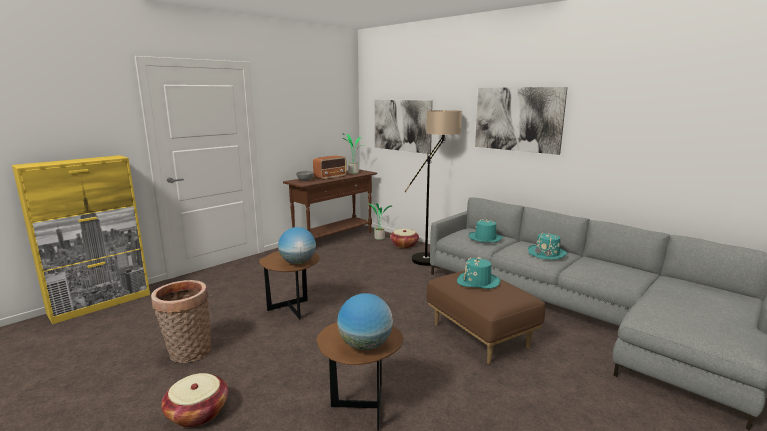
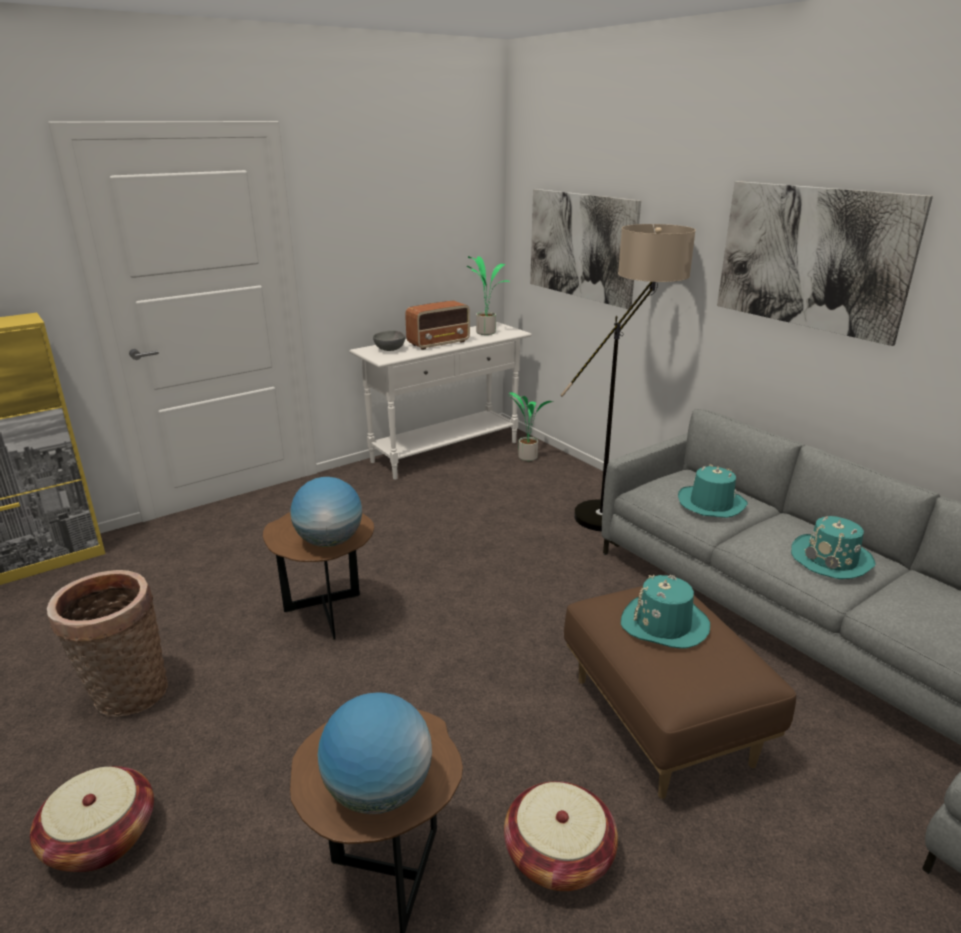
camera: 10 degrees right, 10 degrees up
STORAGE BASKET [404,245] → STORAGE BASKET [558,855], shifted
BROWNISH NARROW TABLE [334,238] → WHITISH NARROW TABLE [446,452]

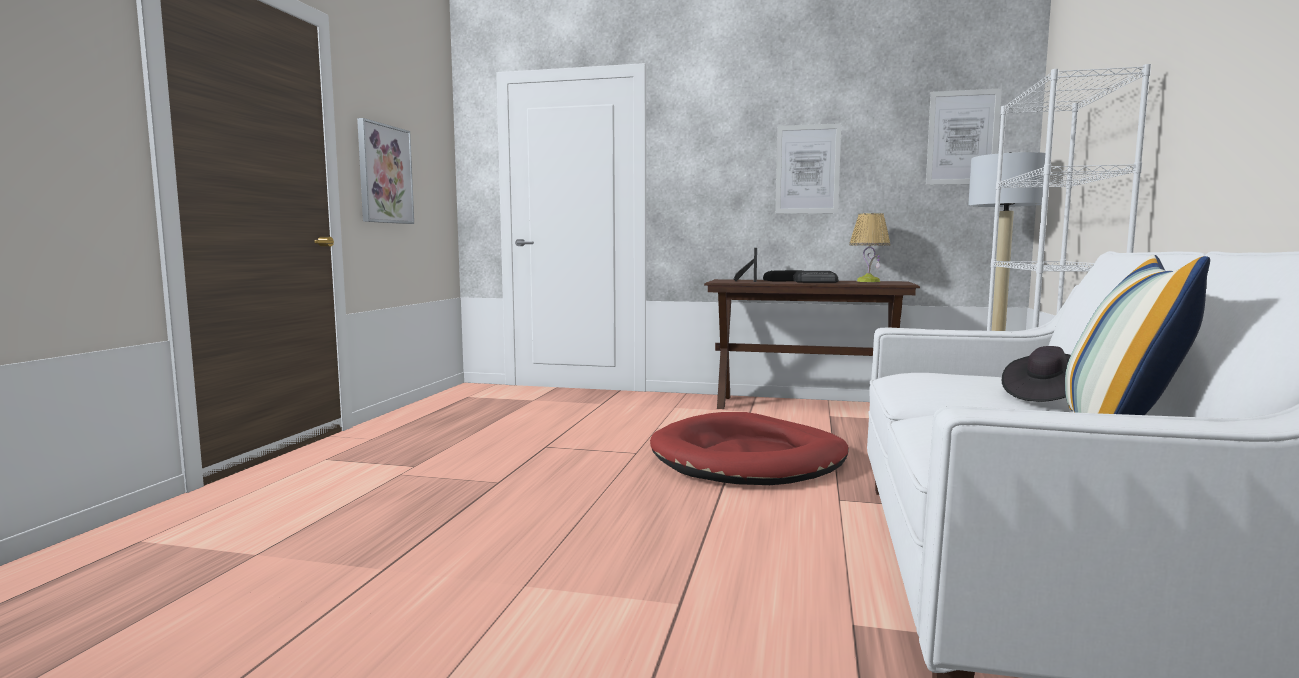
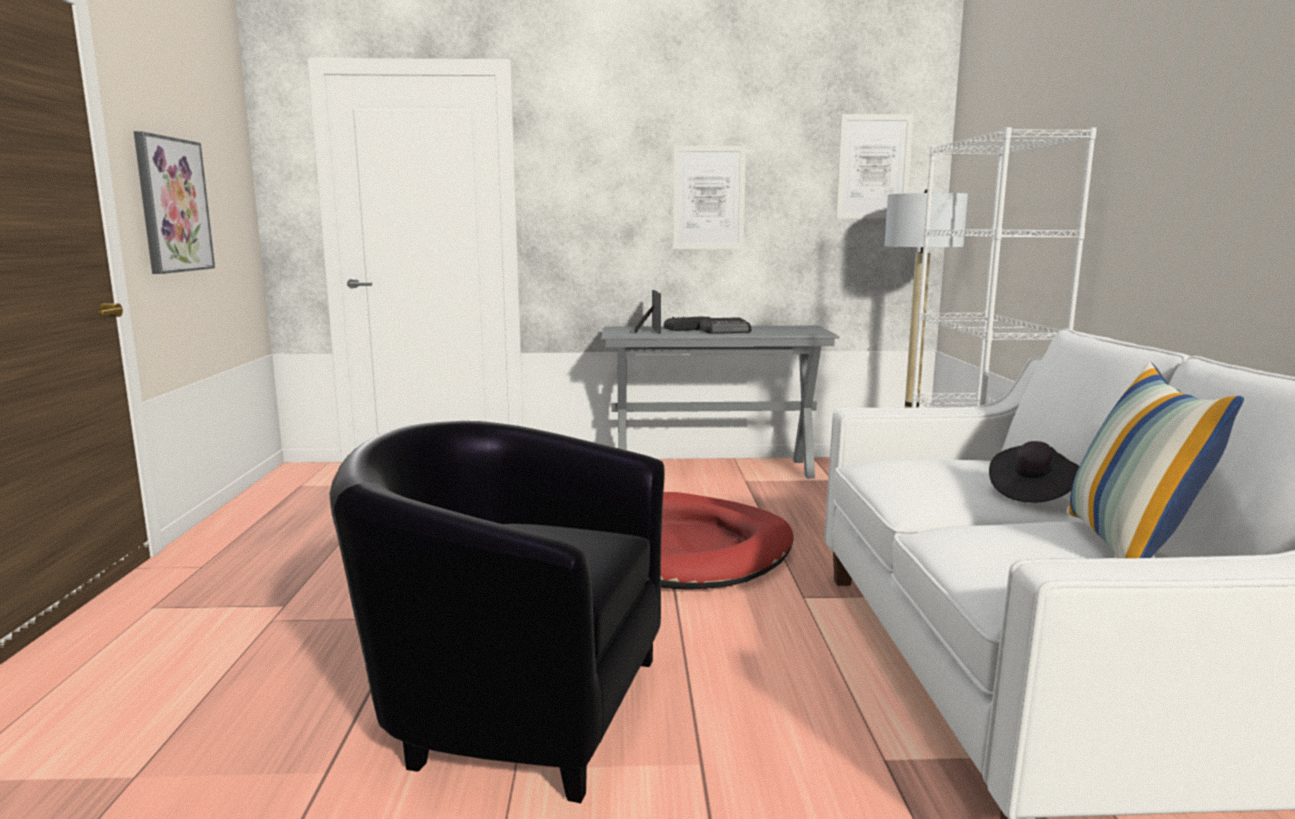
camera: 15 degrees left, 5 degrees up
TABLETOP LAMP [868,281] → -
- → BLACKISH EASY CHAIR [513,704]
BROWNISH NARROW TABLE [805,406] → GREYISH NARROW TABLE [714,470]

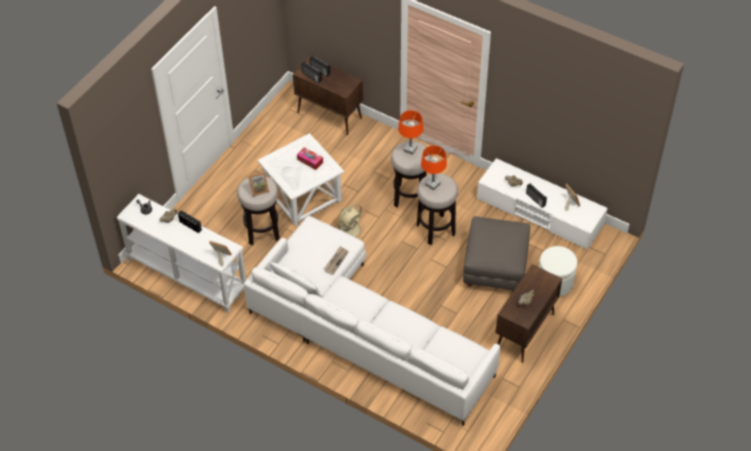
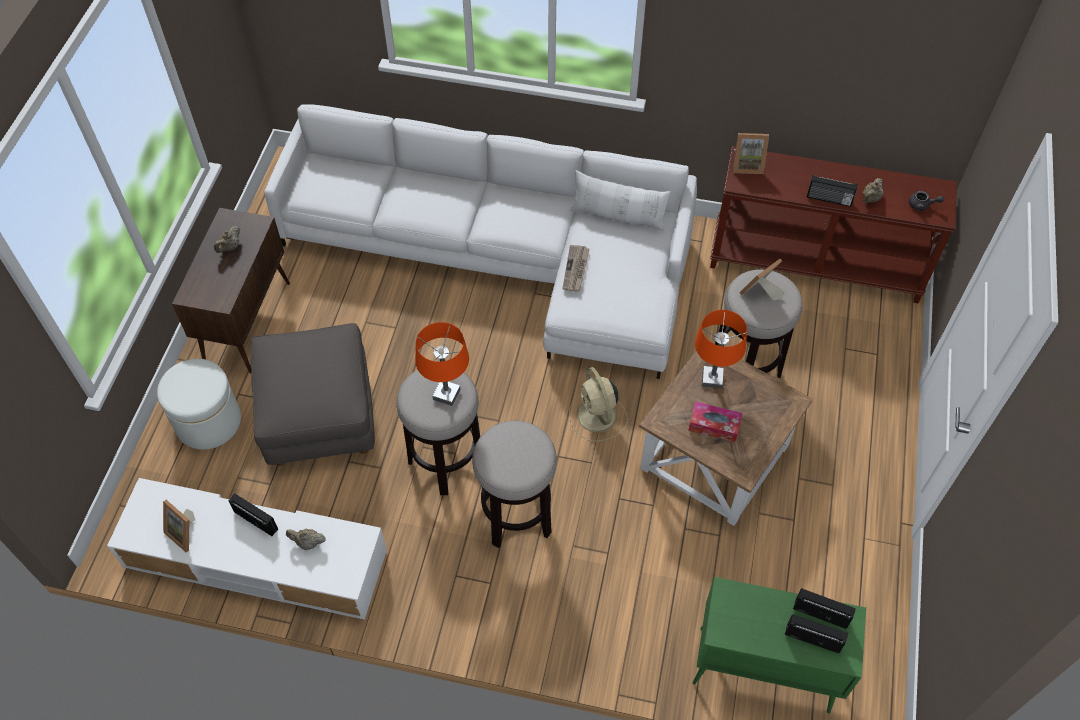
camera: 160 degrees right, 5 degrees up
ORANGE TABLETOP LAMP [410,149] → ORANGE TABLETOP LAMP [712,378], shifted
WHITISH NARROW TABLE [186,275] → BROWNISH NARROW TABLE [816,263]
WHITISH END TABLE [303,195] → BROWNISH END TABLE [715,459]
BROWNISH STORAGE CABINET [330,115] → GREENISH STORAGE CABINET [762,669]
BEIGE-COLOURED ELECTRIC FAN [350,229] → BEIGE-COLOURED ELECTRIC FAN [597,417], 45 degrees counterclockwise

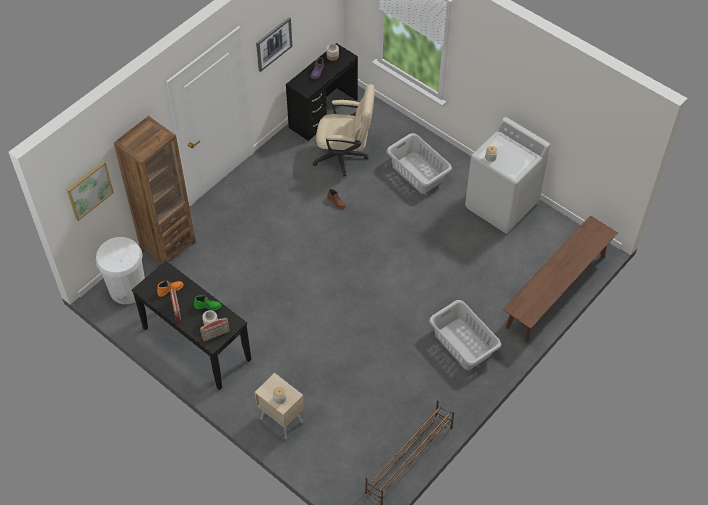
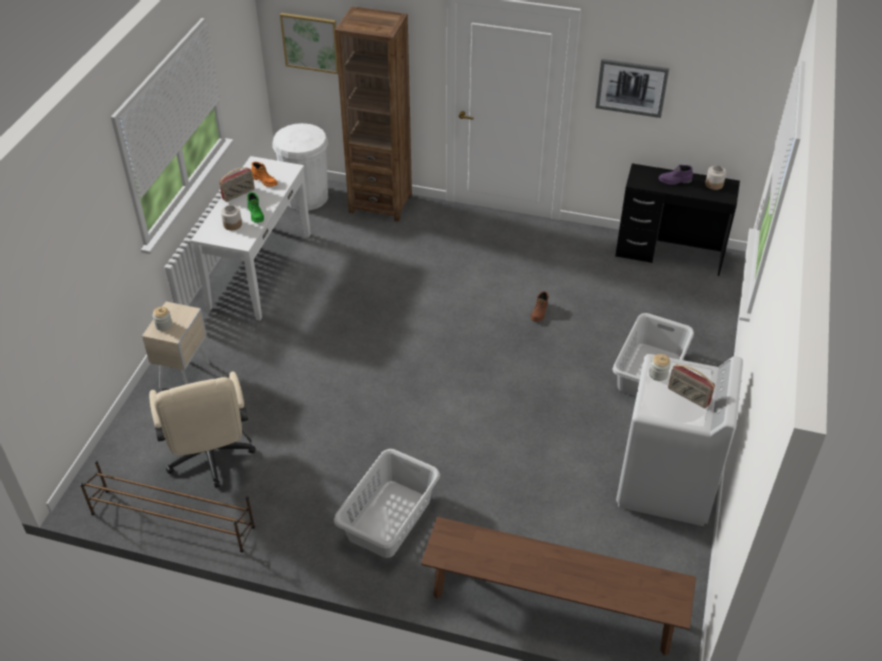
camera: 65 degrees right, 10 degrees down
RADIO RECEIVER [216,334] → RADIO RECEIVER [688,396], shifted
BEIGE-COLOURED OFFICE CHAIR [345,156] → BEIGE-COLOURED OFFICE CHAIR [210,459], shifted
BLACKISH NARROW TABLE [196,344] → WHITISH NARROW TABLE [260,270]

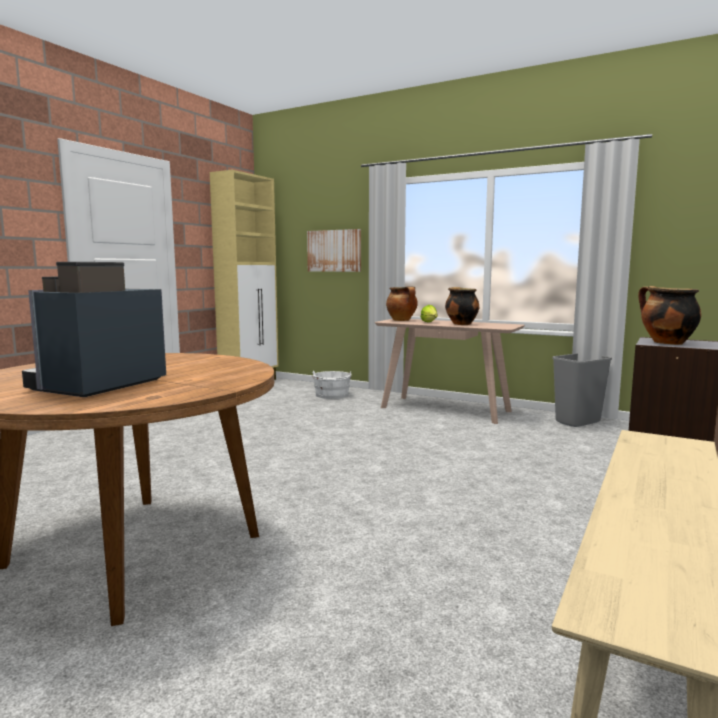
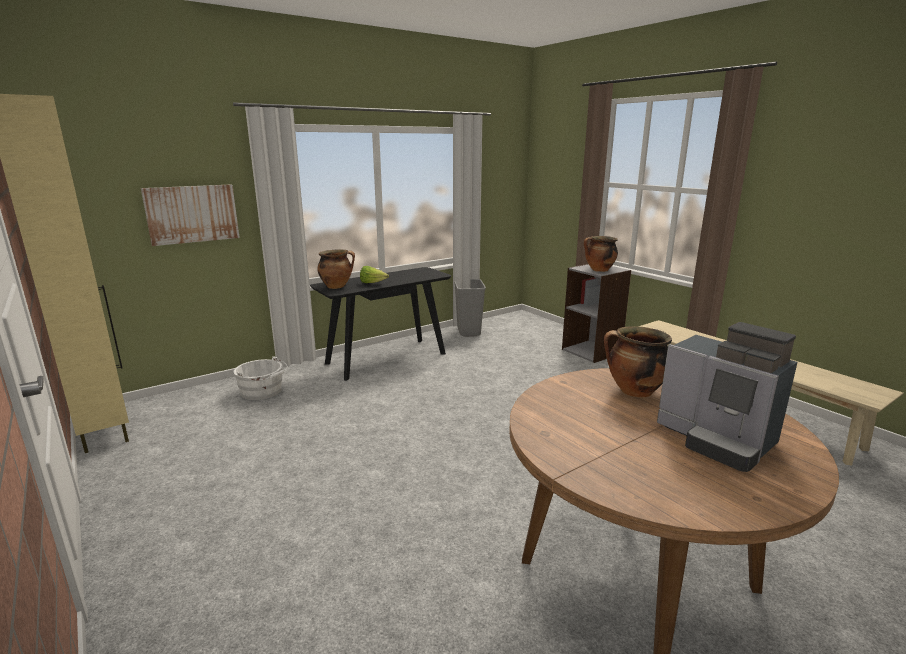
camera: 65 degrees left, 10 degrees up
COOKING POT [460,324] → COOKING POT [633,392], shifted
BEIGE-COLOURED NARROW TABLE [445,409] → BLACKISH NARROW TABLE [386,358]

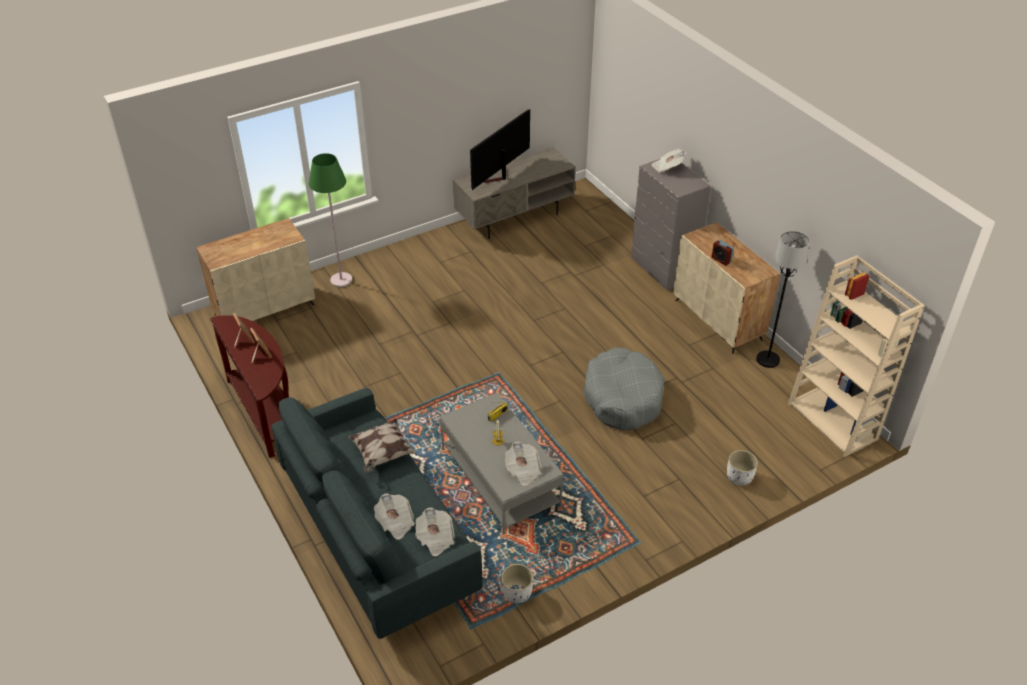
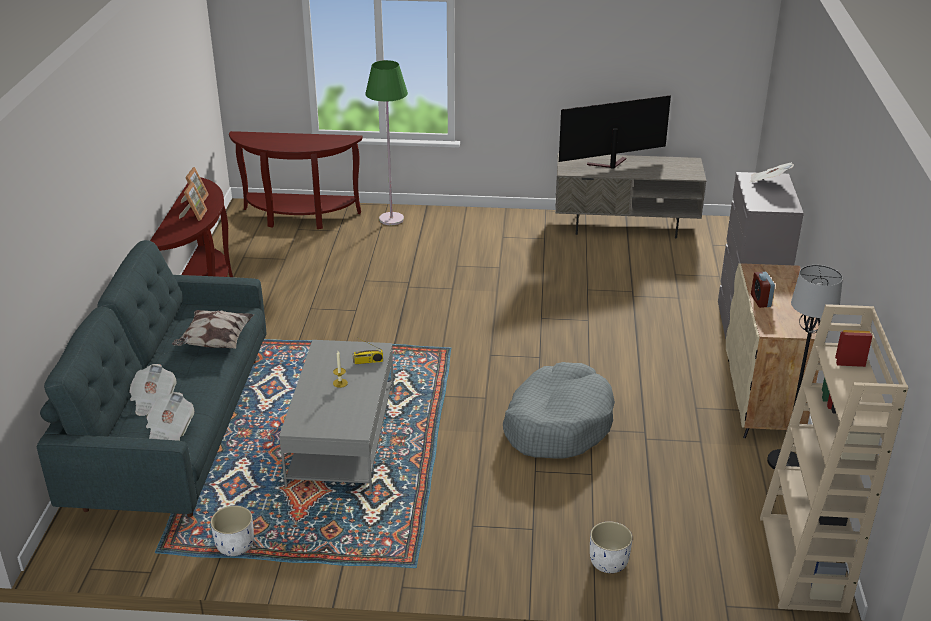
camera: 35 degrees right, 10 degrees down
PRINTED PAPER [523,470] → -
BEIGE-COLOURED STORAGE CABINET [265,309] → BROWNISH NARROW TABLE [299,217]

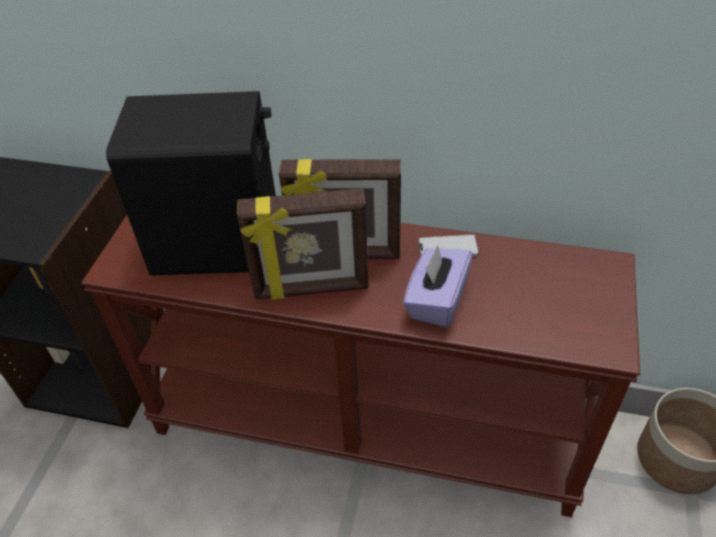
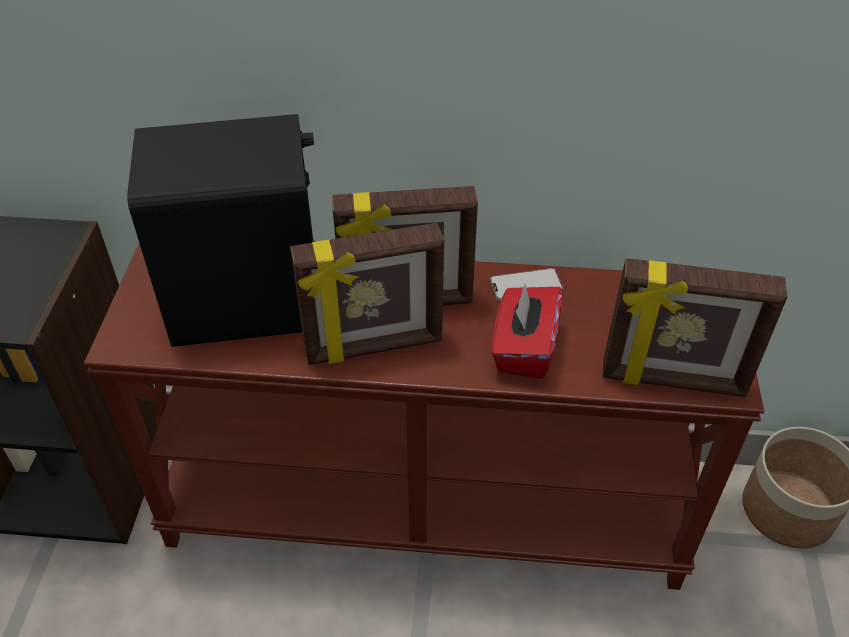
camera: 10 degrees left, 0 degrees up
- → PICTURE FRAME [672,381]
PURPLE-COLOURED TISSUE BOX [436,301] → REDDISH TISSUE BOX [524,349]

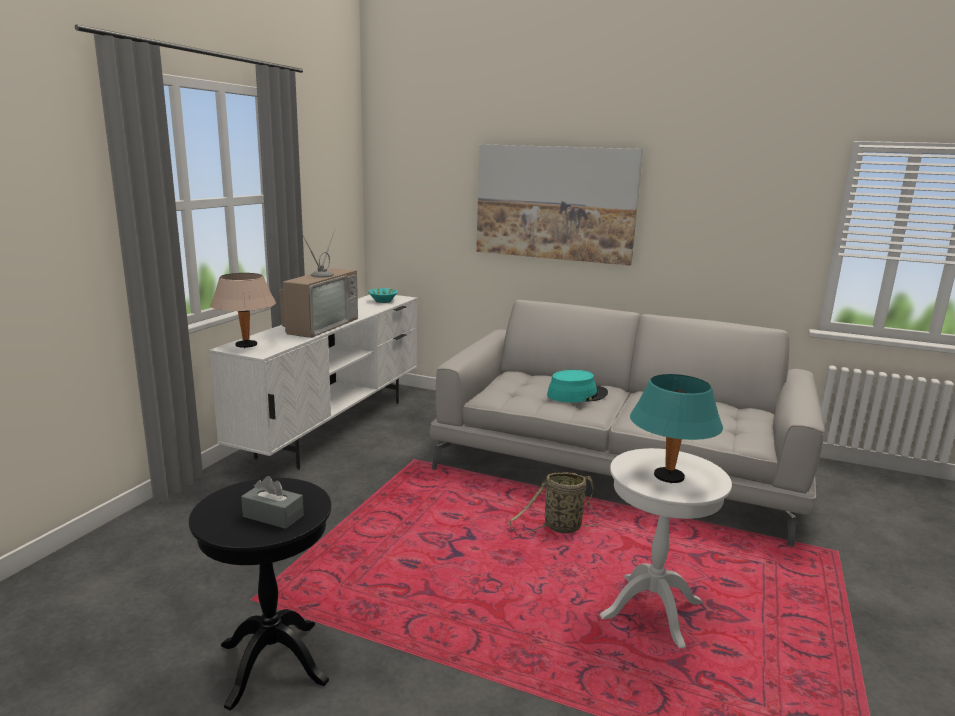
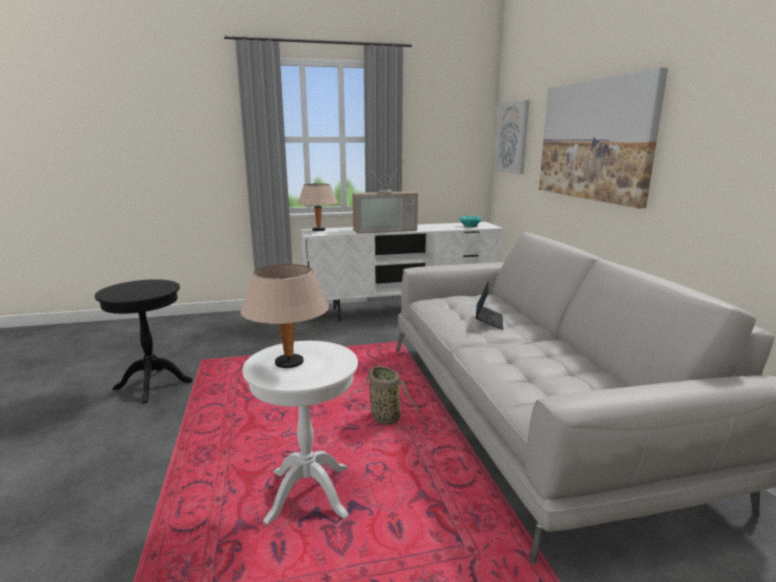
camera: 55 degrees right, 0 degrees up
GREYISH TISSUE BOX [273,516] → -
- → PICTURE [512,138]
TURQUOISE-COLOURED HAT [577,394] → PORTABLE COMPUTER [489,321]
TURQUOISE-COLOURED TABLETOP LAMP [668,477] → BEIGE-COLOURED TABLETOP LAMP [288,363]

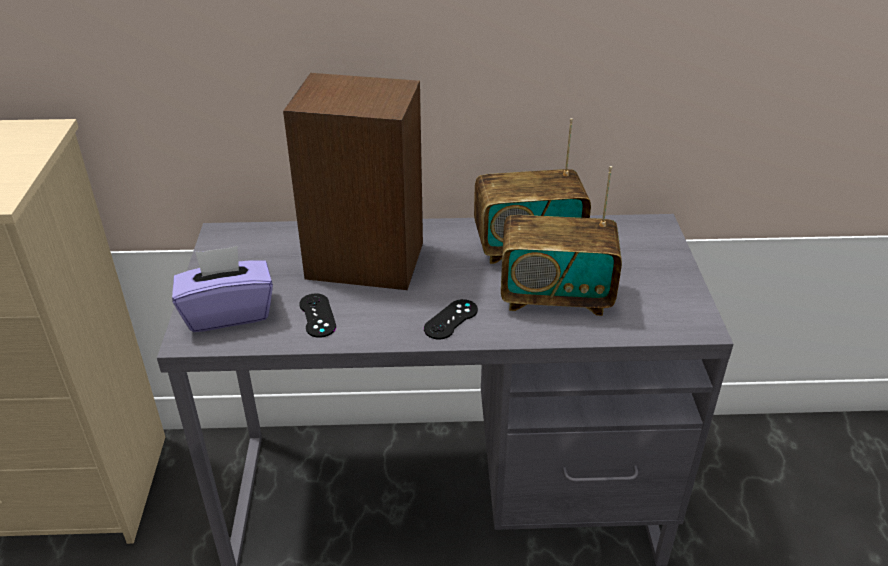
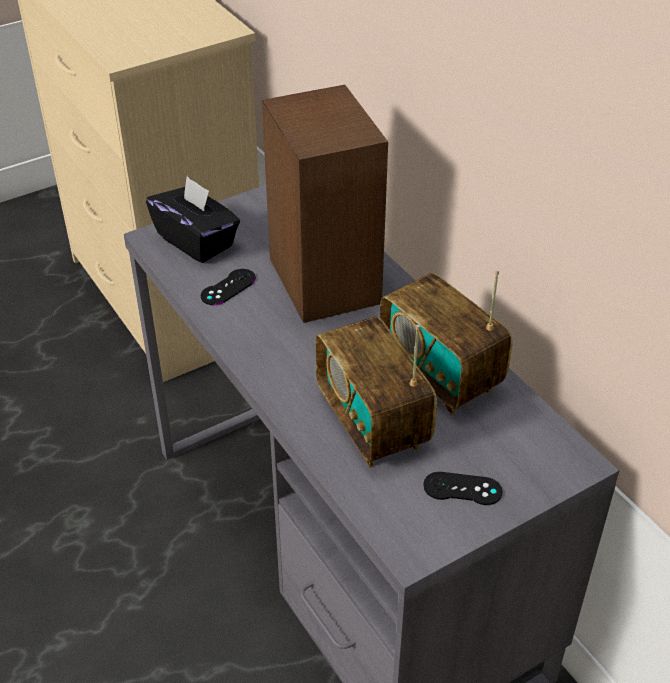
camera: 60 degrees right, 5 degrees up
BLACKISH GAMEPAD [451,319] → BLACKISH GAMEPAD [462,489], shifted
PURPLE-COLOURED TISSUE BOX [228,312] → BLACKISH TISSUE BOX [196,241]

